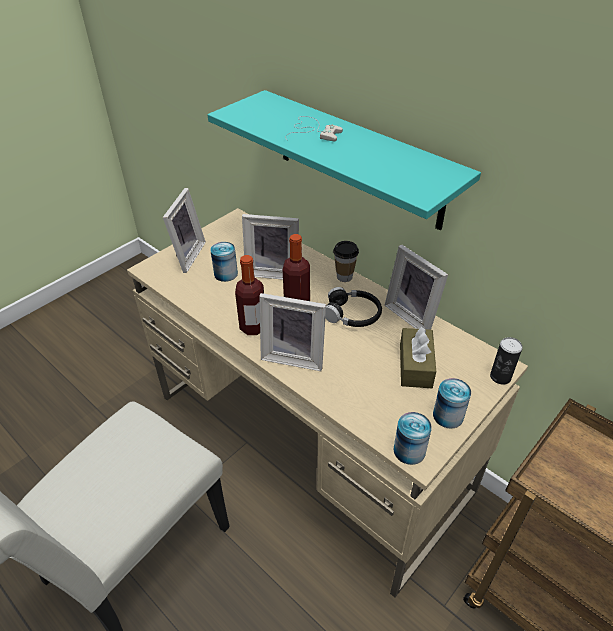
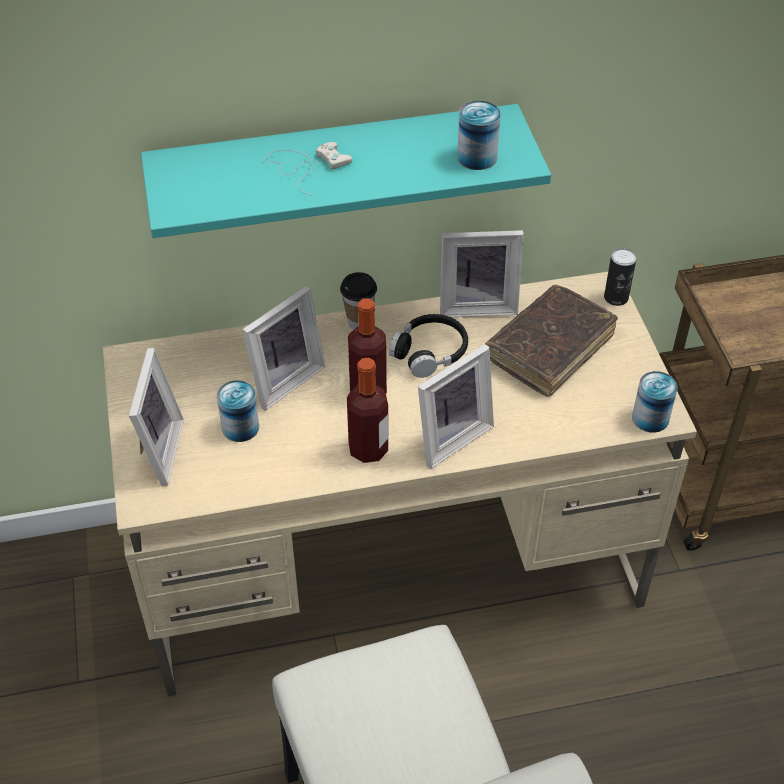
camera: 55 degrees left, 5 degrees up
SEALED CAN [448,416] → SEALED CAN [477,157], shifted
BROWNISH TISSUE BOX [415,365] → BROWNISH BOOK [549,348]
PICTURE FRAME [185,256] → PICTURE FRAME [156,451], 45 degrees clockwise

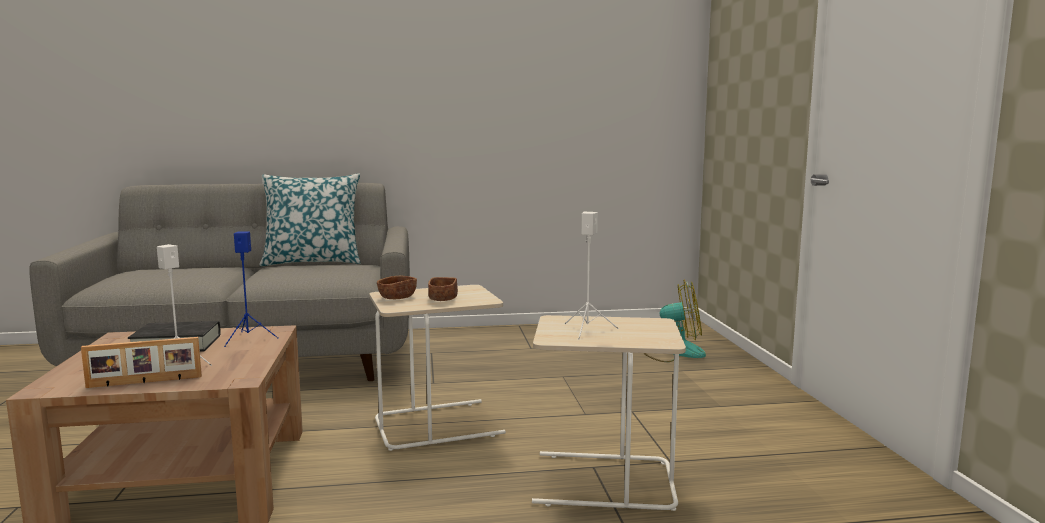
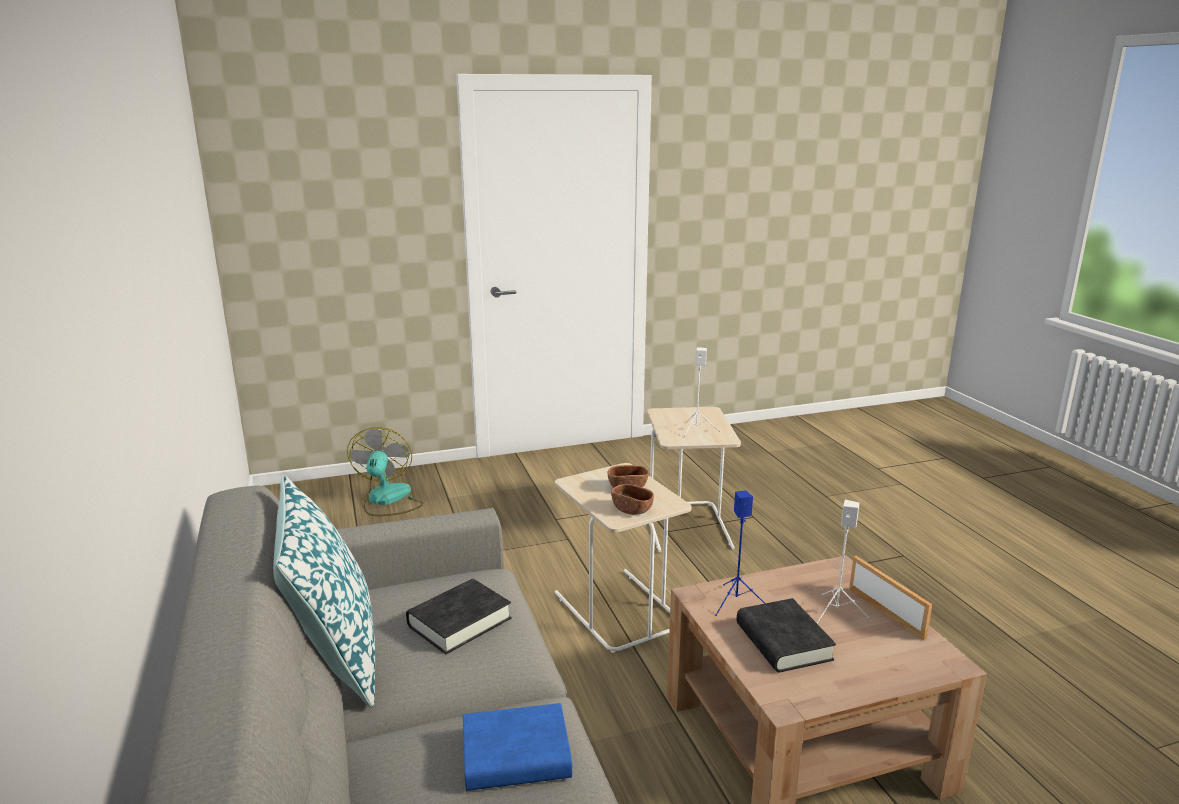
camera: 100 degrees left, 10 degrees up
- → BLACKISH BOOK [459,622]
- → BLUISH BOOK [516,756]

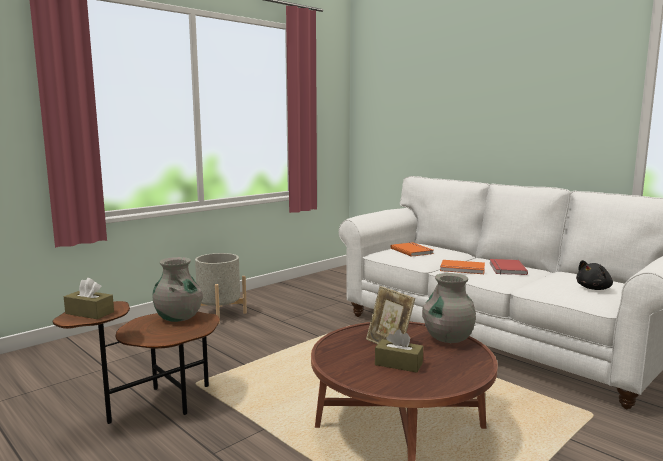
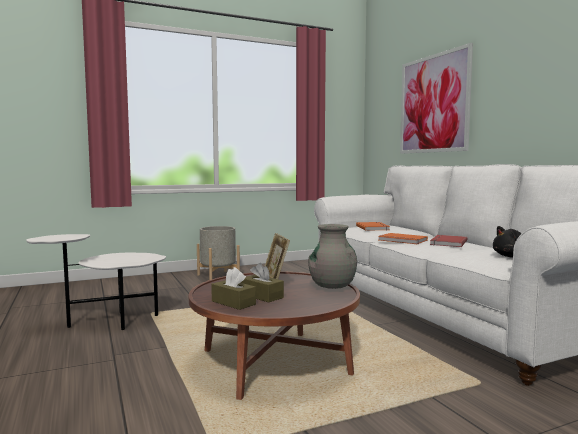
camera: 20 degrees right, 5 degrees down
GREYISH FLOWER VASE [178,318] → -
- → PICTURE [433,104]
BROWNISH TISSUE BOX [89,313] → BROWNISH TISSUE BOX [233,303], shifted
BROWNISH END TABLE [155,406] → WHITISH END TABLE [109,322]

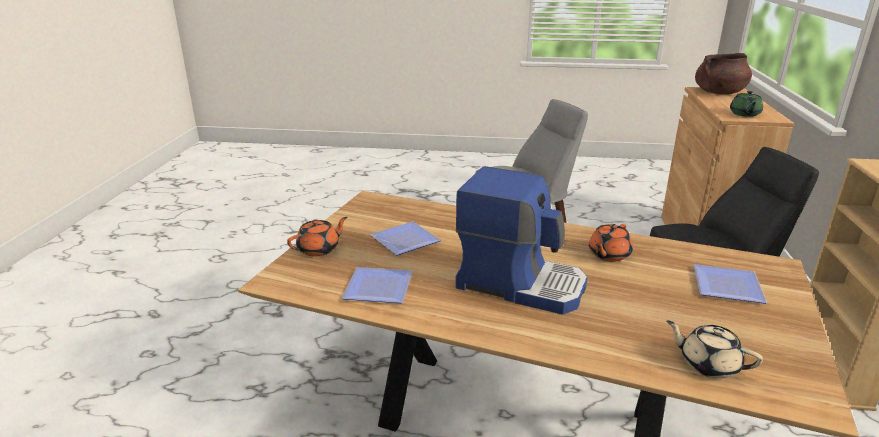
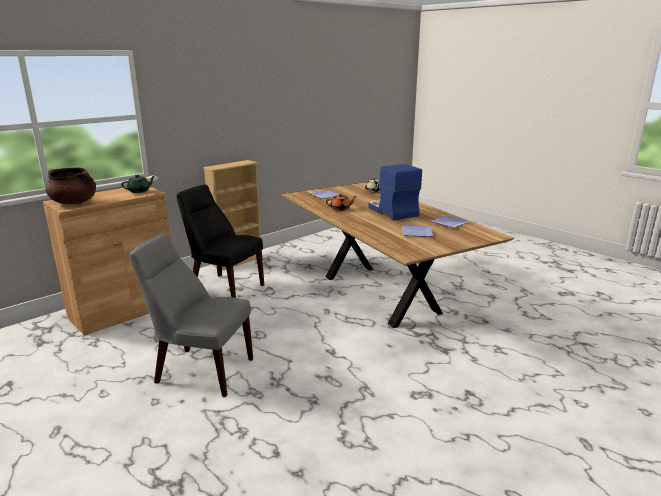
camera: 140 degrees left, 5 degrees down
ORANGE TEAPOT [319,249] → -

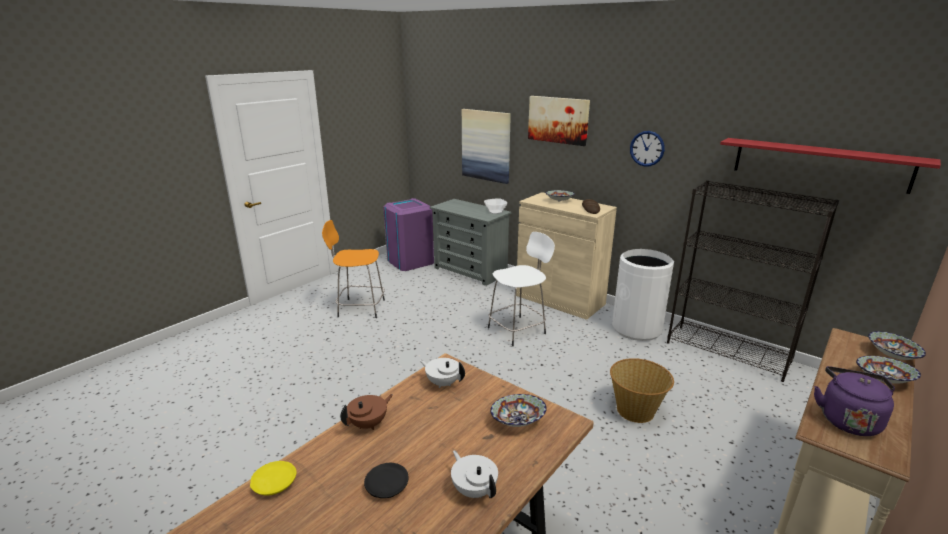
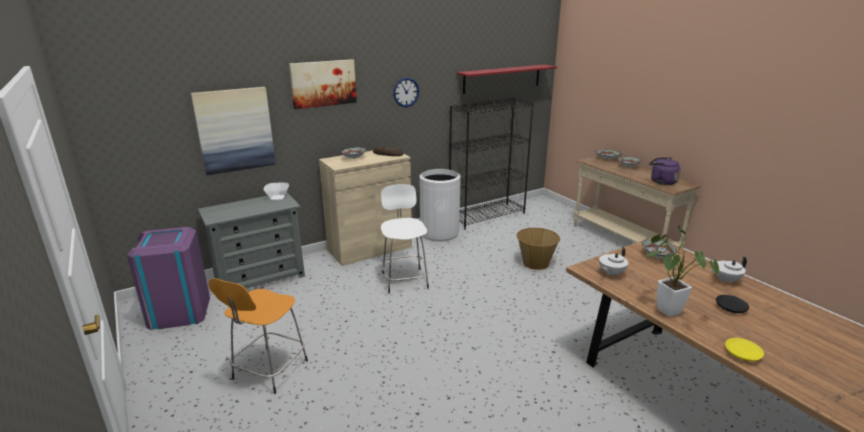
camera: 70 degrees left, 0 degrees up
BROWNISH TEAPOT [369,424] → POTTED PLANT [665,308]

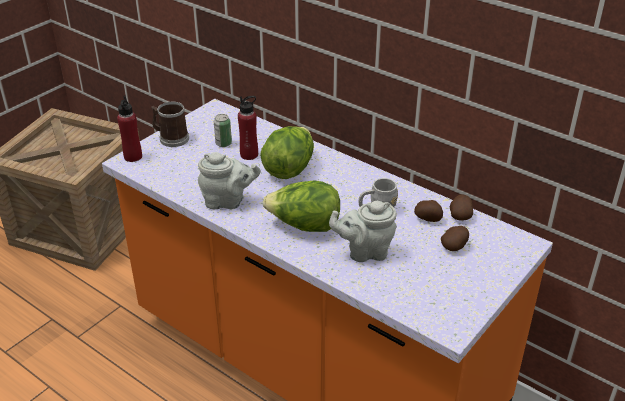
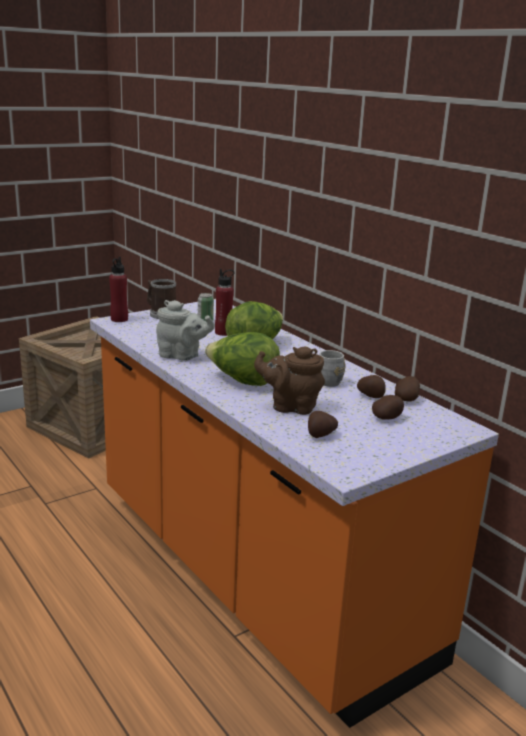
camera: 15 degrees right, 15 degrees down
- → SPUD [320,435]
GREYISH TEAPOT [365,252] → BROWNISH TEAPOT [290,406]

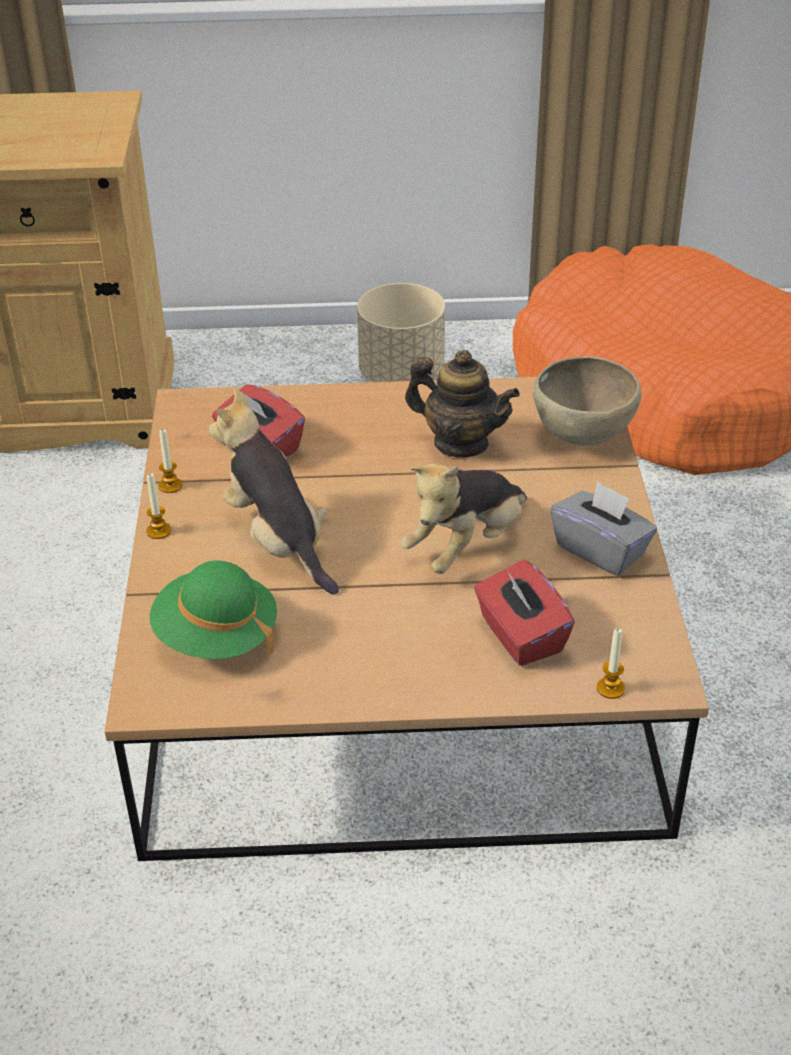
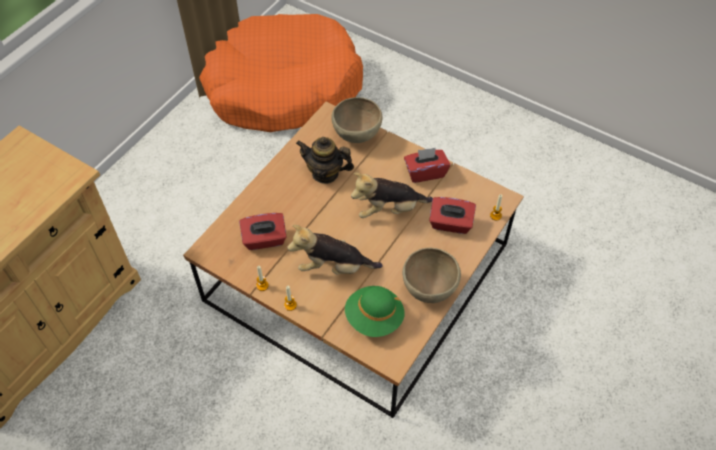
camera: 55 degrees left, 15 degrees up
BEIGE-COLOURED PLANT POT [402,375] → -
- → BROWNISH SERVING BOWL [428,289]
GREYISH TISSUE BOX [601,550] → REDDISH TISSUE BOX [425,172]
SOFT TOY [466,546] → SOFT TOY [389,209], 90 degrees clockwise
TEAPOT [460,443] → TEAPOT [325,173], 135 degrees counterclockwise

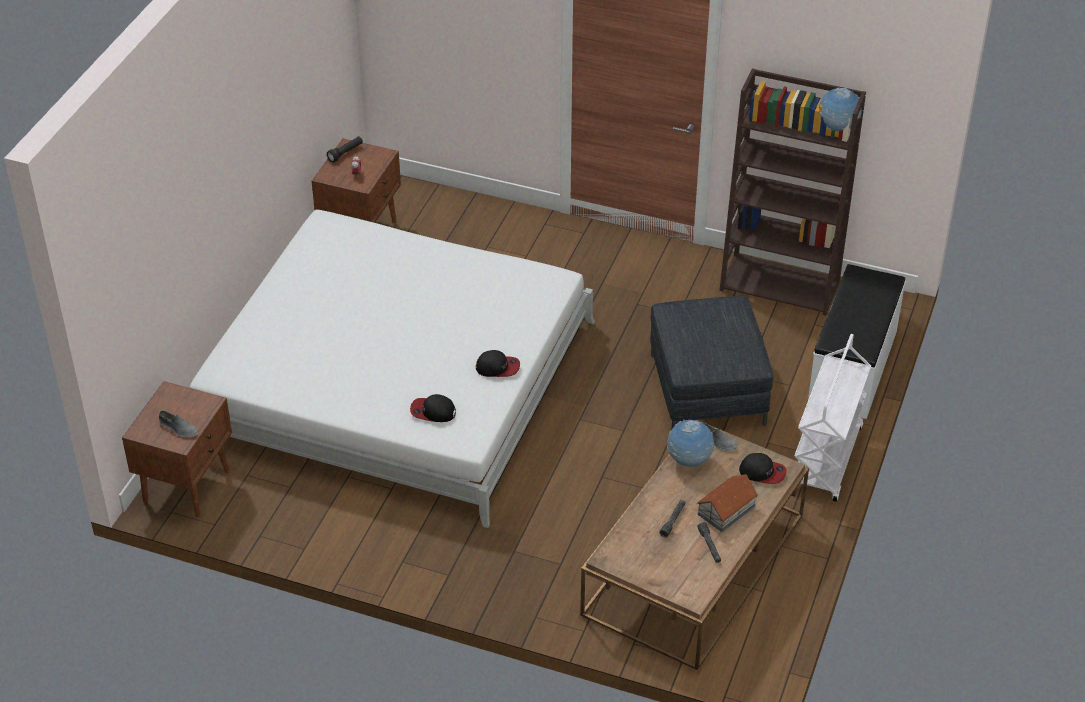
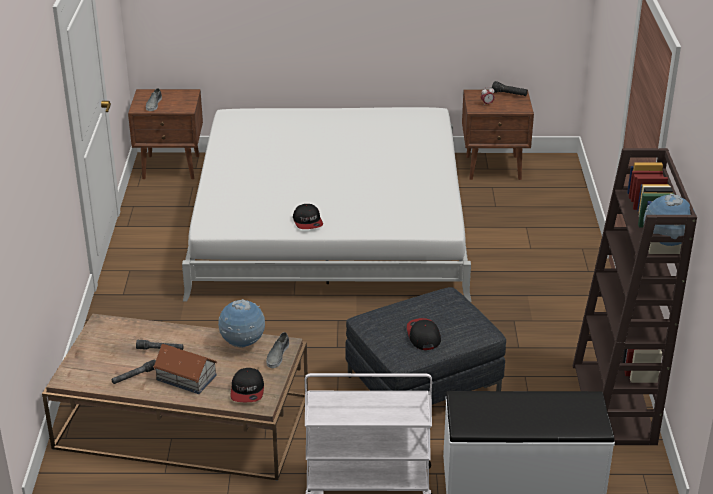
camera: 70 degrees right, 10 degrees down
BASEBALL CAP [432,412] → BASEBALL CAP [423,335], shifted

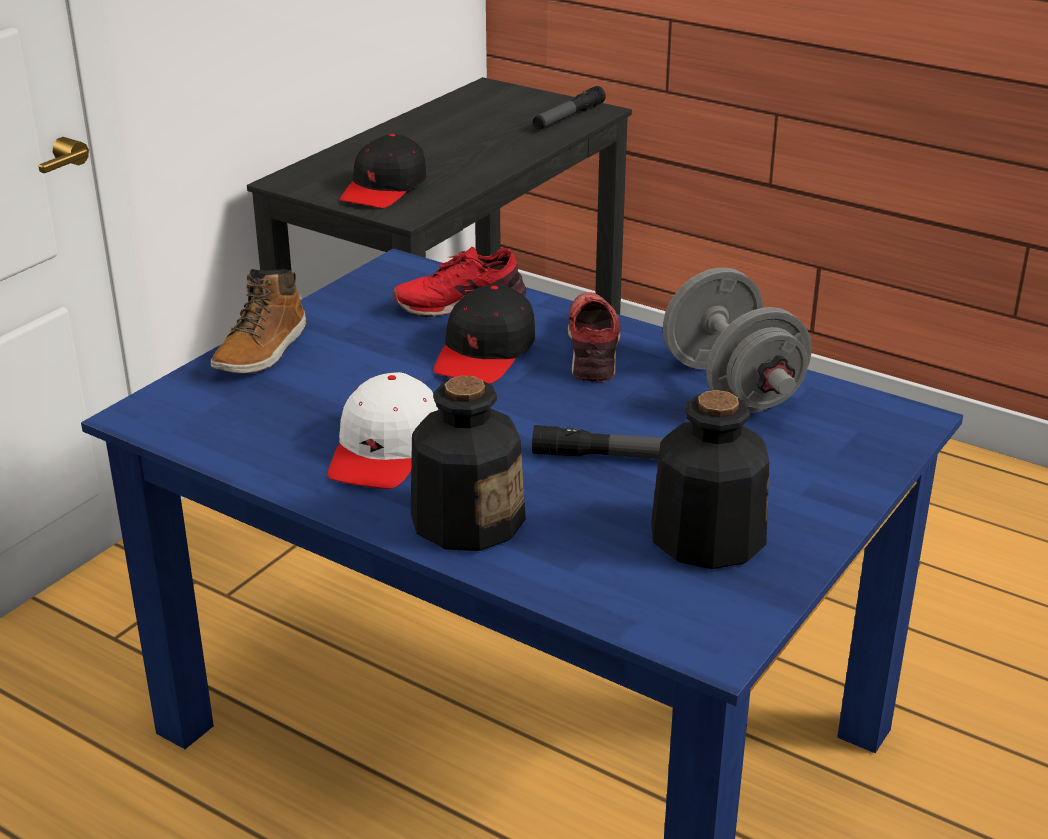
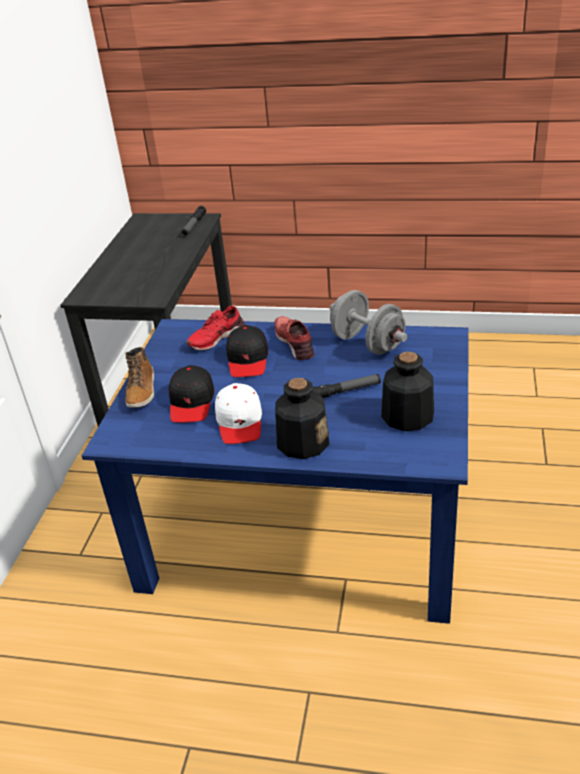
camera: 20 degrees left, 5 degrees up
BLACKISH BASEBALL CAP [384,188] → BLACKISH BASEBALL CAP [192,402], shifted

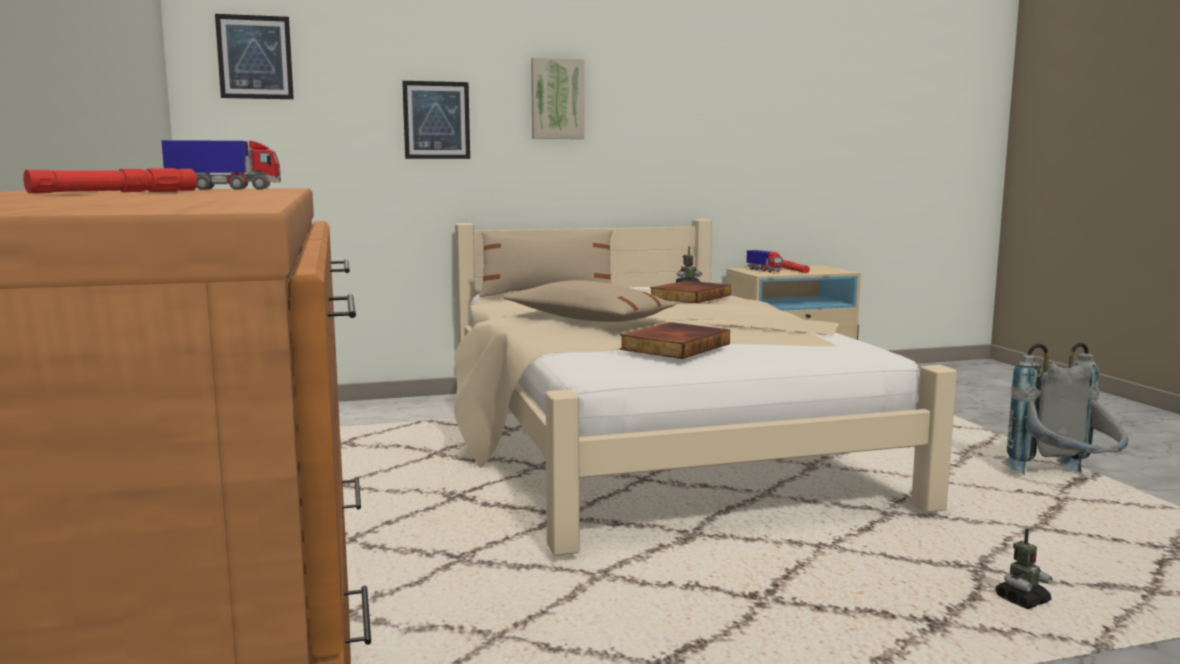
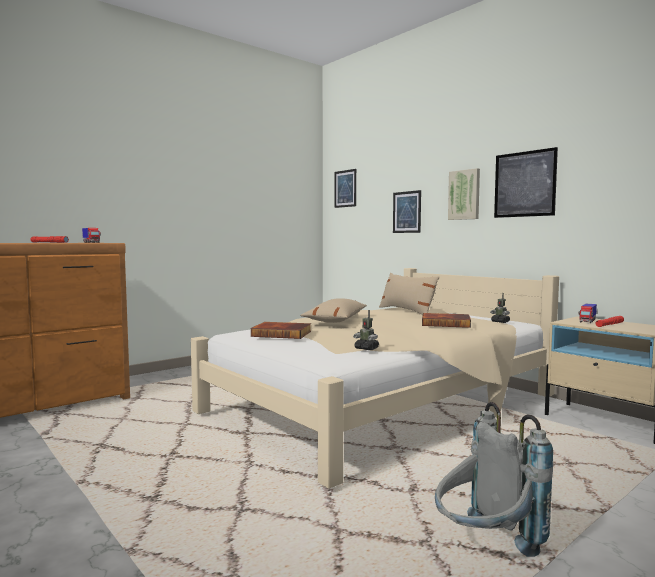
camera: 65 degrees right, 5 degrees down
- → PICTURE [524,184]
MODEL ROBOT [1022,601] → MODEL ROBOT [366,349], shifted

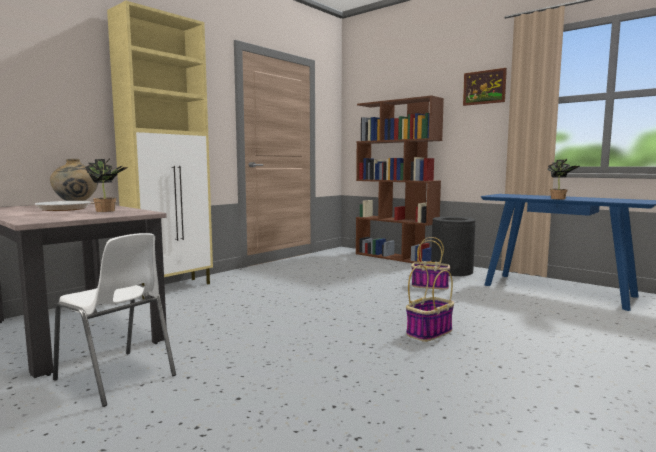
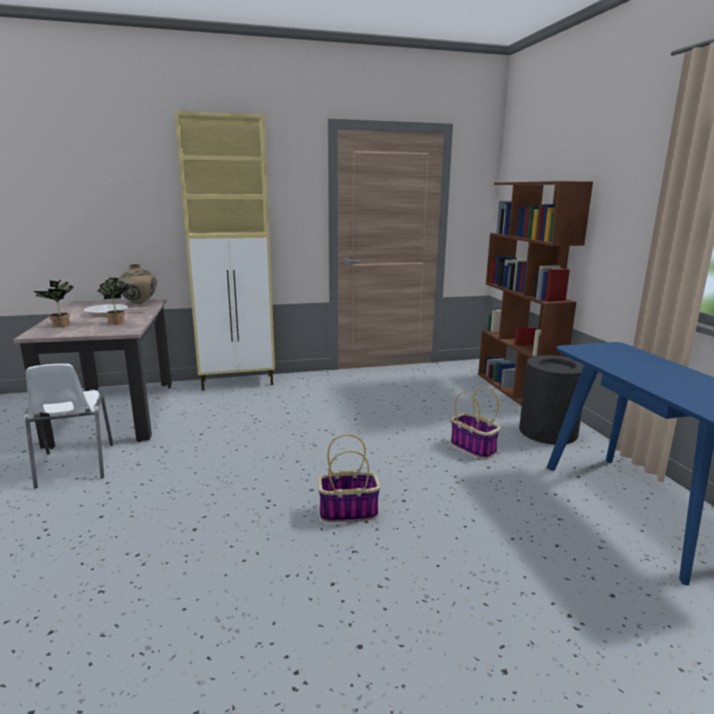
camera: 35 degrees right, 10 degrees up
PICTURE [484,87] → -
POTTED PLANT [560,199] → POTTED PLANT [60,326], shifted

